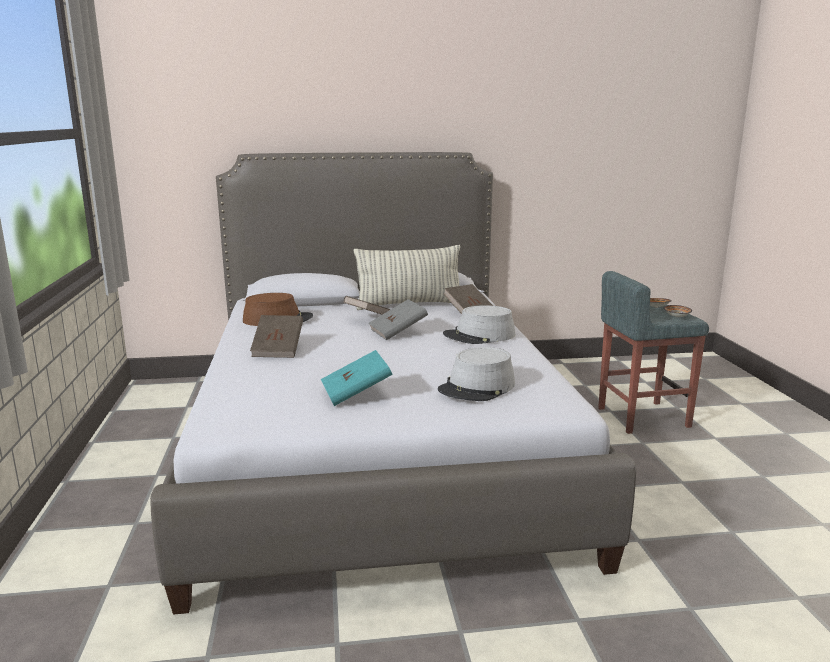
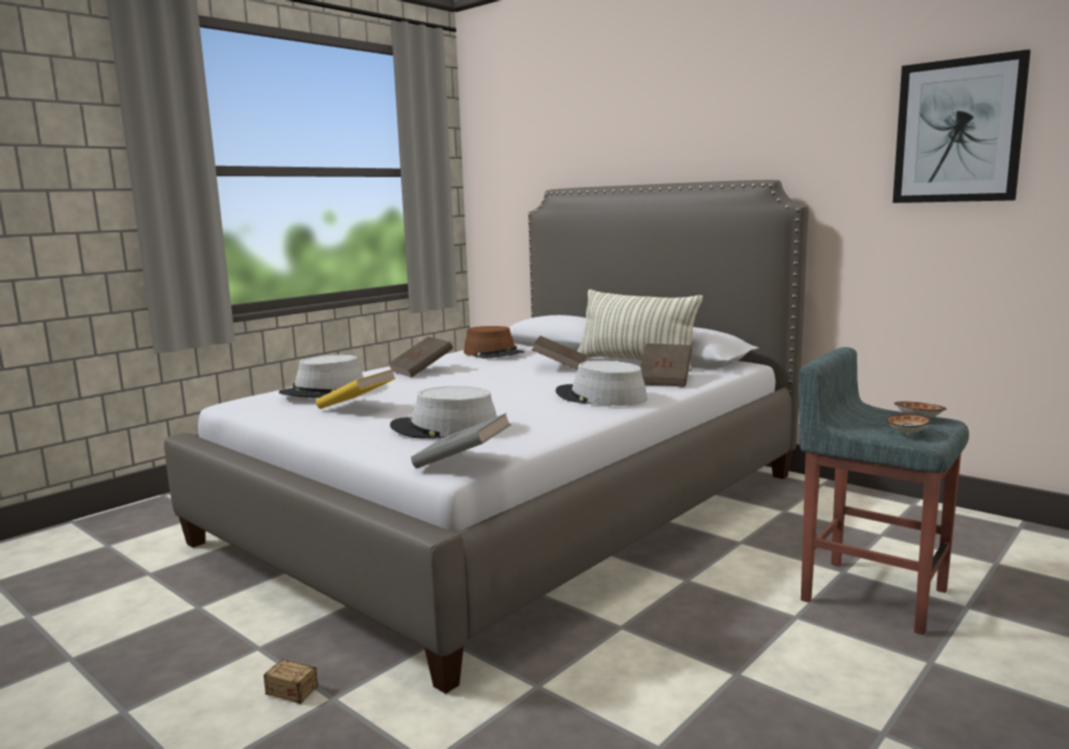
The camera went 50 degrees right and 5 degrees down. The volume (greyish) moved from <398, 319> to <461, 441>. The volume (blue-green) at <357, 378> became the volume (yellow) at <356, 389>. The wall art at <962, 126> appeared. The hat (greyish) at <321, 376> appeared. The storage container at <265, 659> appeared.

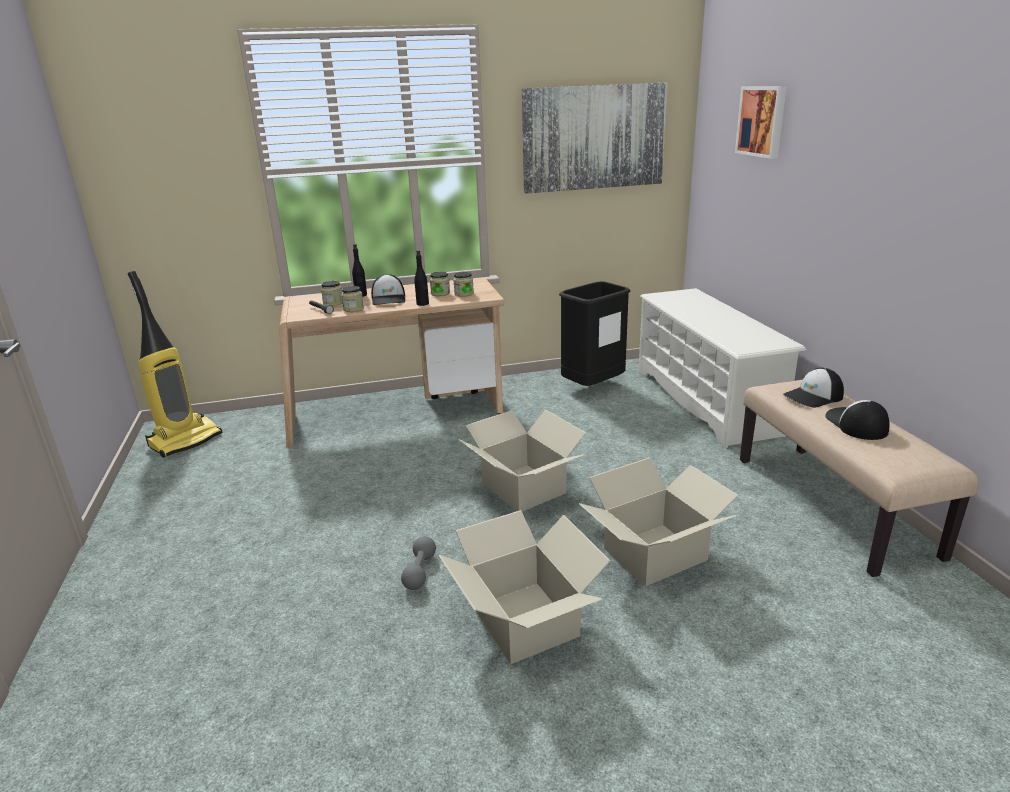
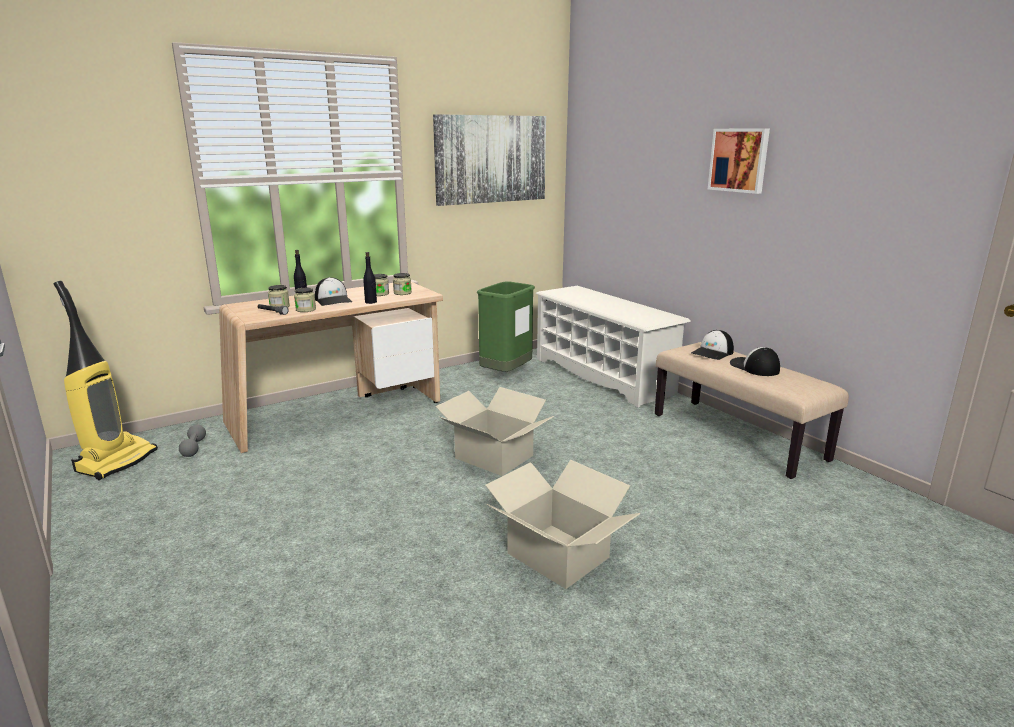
The camera went 20 degrees left and 5 degrees down. The wall art moved from <760, 123> to <739, 161>. The trash can (blackish) at <594, 333> became the trash can (greenish) at <506, 326>. The carton at <658, 522> disappeared. The dumbbell (greyish) moved from <418, 563> to <192, 441>.

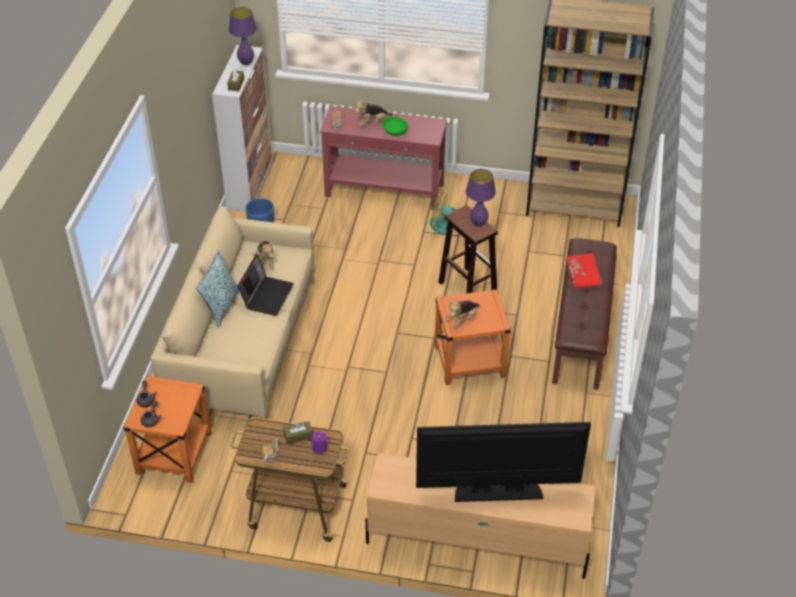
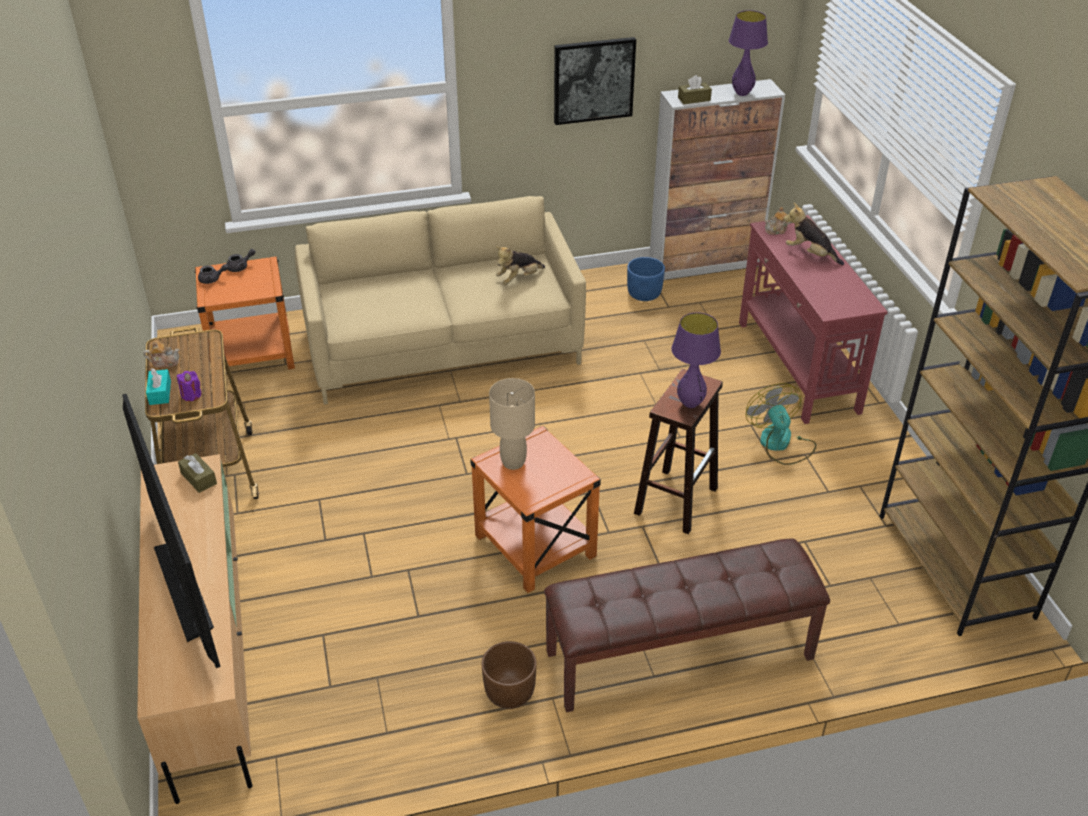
The camera went 65 degrees right and 5 degrees down. The deep dish (greenish) at <395, 126> disappeared. The throw pillow at <218, 289> disappeared. The volume (red-coloured) at <584, 271> disappeared. The portable computer at <266, 285> disappeared. The cuddly toy at <462, 314> was replaced by the tabletop lamp (sand-coloured) at <512, 424>. The box of tissues (brownish) moved from <298, 432> to <197, 473>. The wall art at <595, 81> appeared. The box of tissues (blue-green) at <158, 386> appeared. The plant pot (brownish) at <509, 675> appeared.

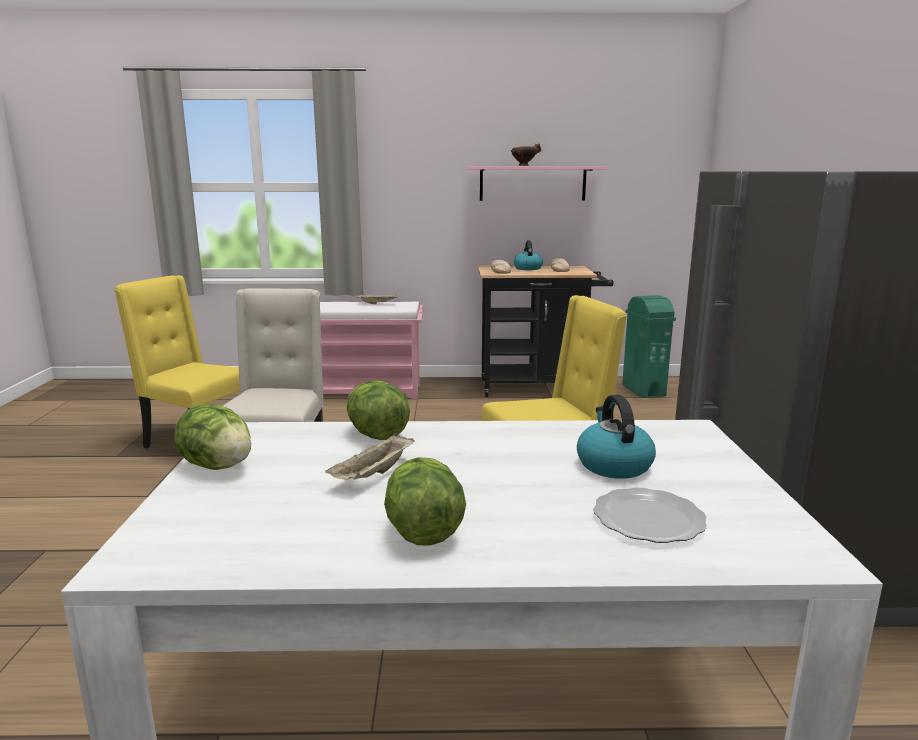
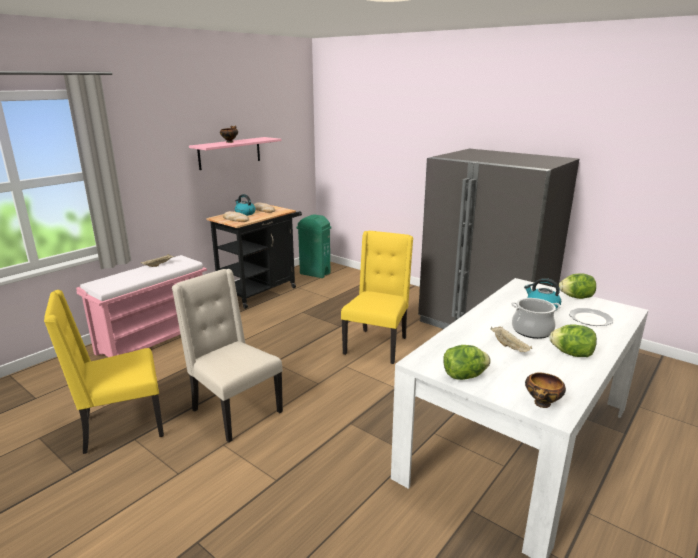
The camera went 50 degrees left and 5 degrees up. The lettuce moved from <378, 410> to <577, 286>. The cooking pot at <536, 318> appeared. The deep dish at <545, 390> appeared.

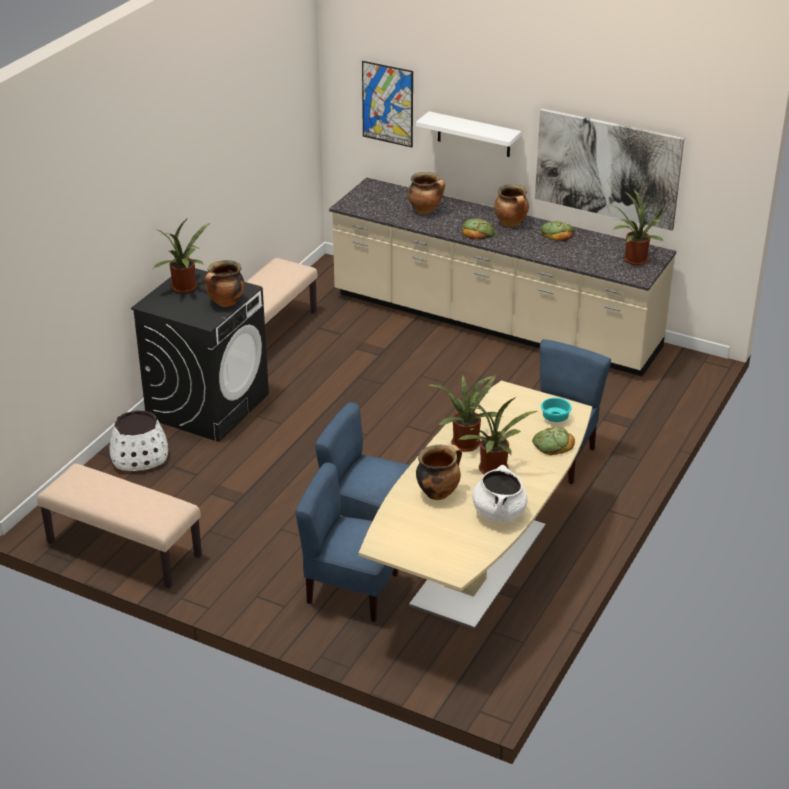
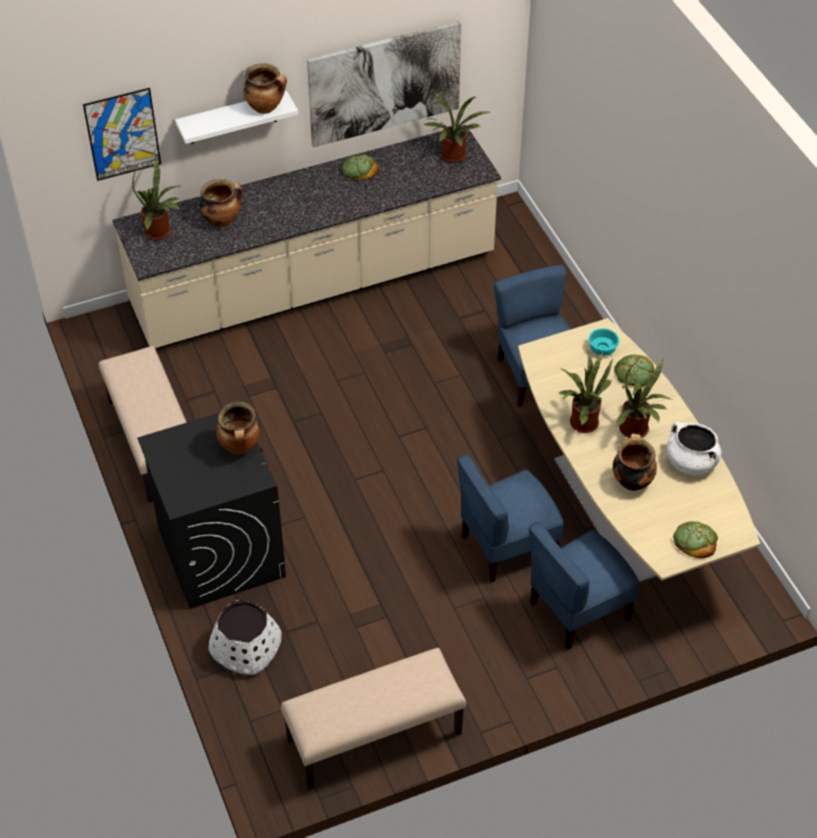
The camera went 50 degrees left and 15 degrees up. The cooking pot moved from <511, 205> to <265, 88>. The bread moved from <479, 229> to <695, 539>. The houseplant moved from <181, 256> to <156, 199>.

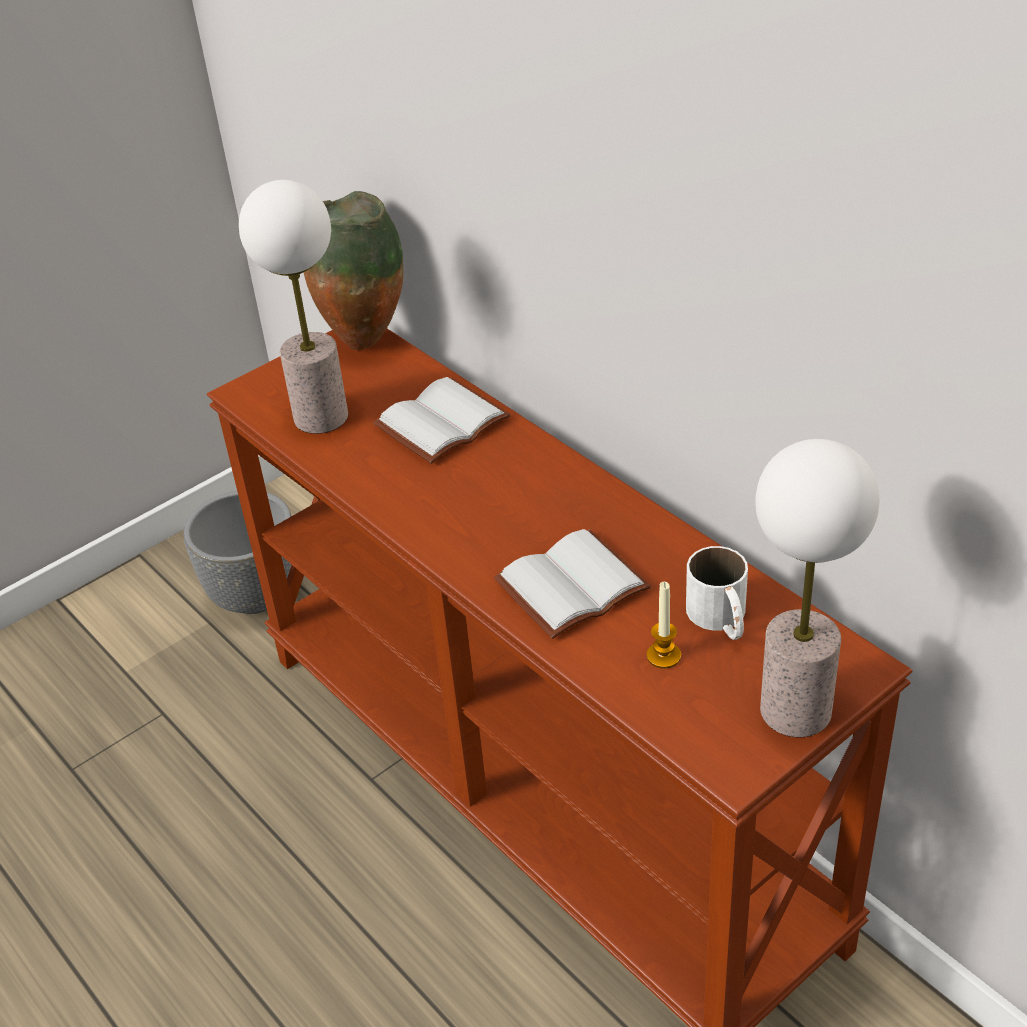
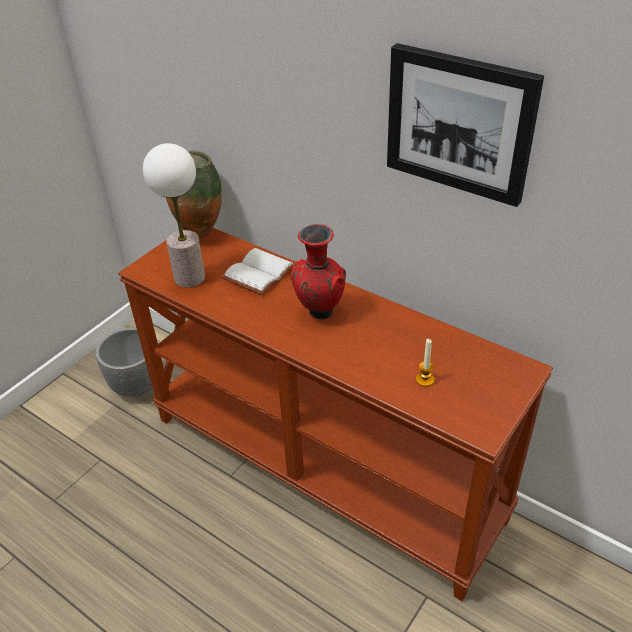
The camera went 15 degrees left and 0 degrees up. The tabletop lamp at <817, 588> disappeared. The volume (white) at <572, 584> disappeared. The mug (white) at <717, 593> disappeared. The wall art at <465, 125> appeared. The vase (red-coloured) at <318, 271> appeared.

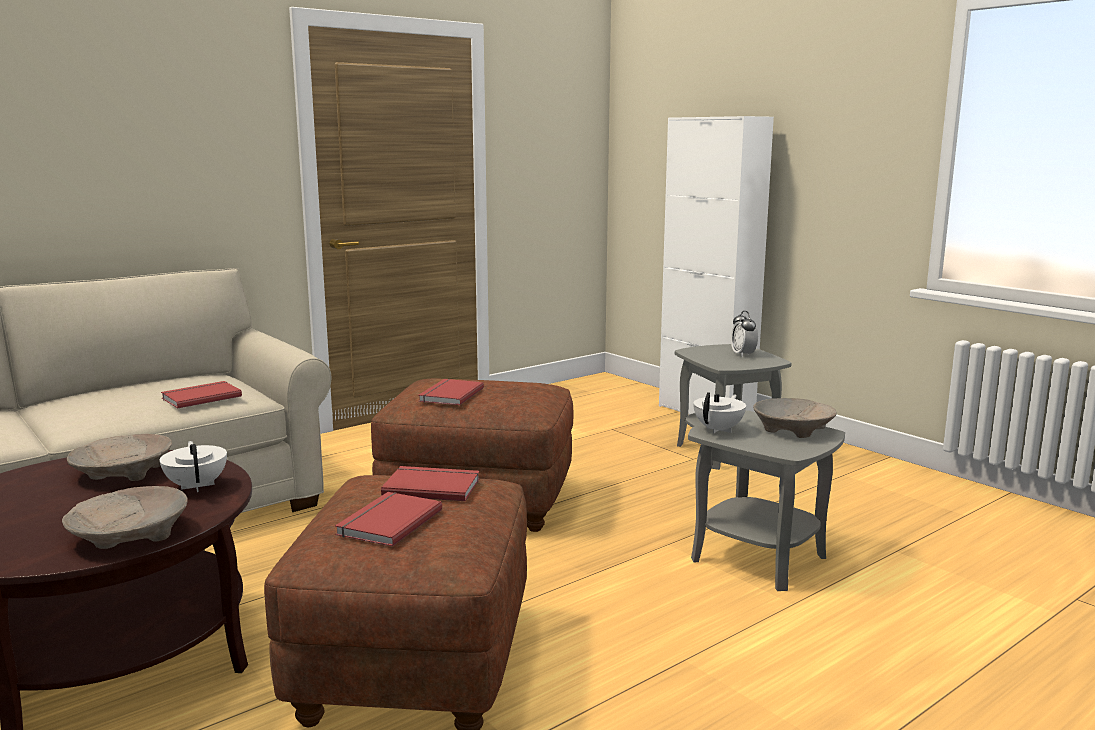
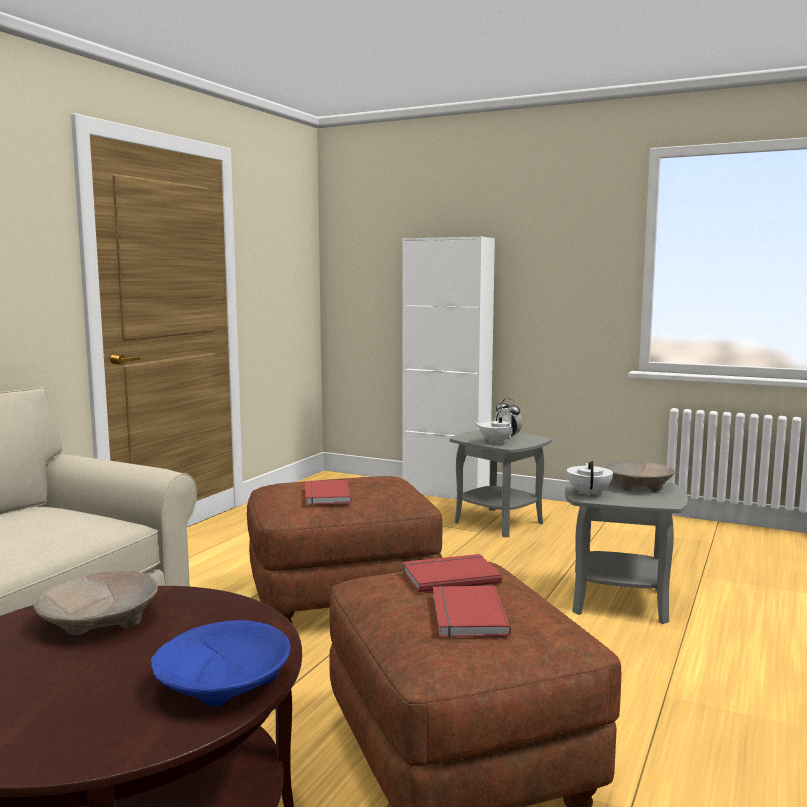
The camera went 25 degrees left and 5 degrees down. The volume (red-coloured) at <201, 395> disappeared. The pot for tea (white) moved from <193, 466> to <495, 429>. The deep dish (sand-coloured) at <125, 517> became the deep dish (blue) at <221, 663>.

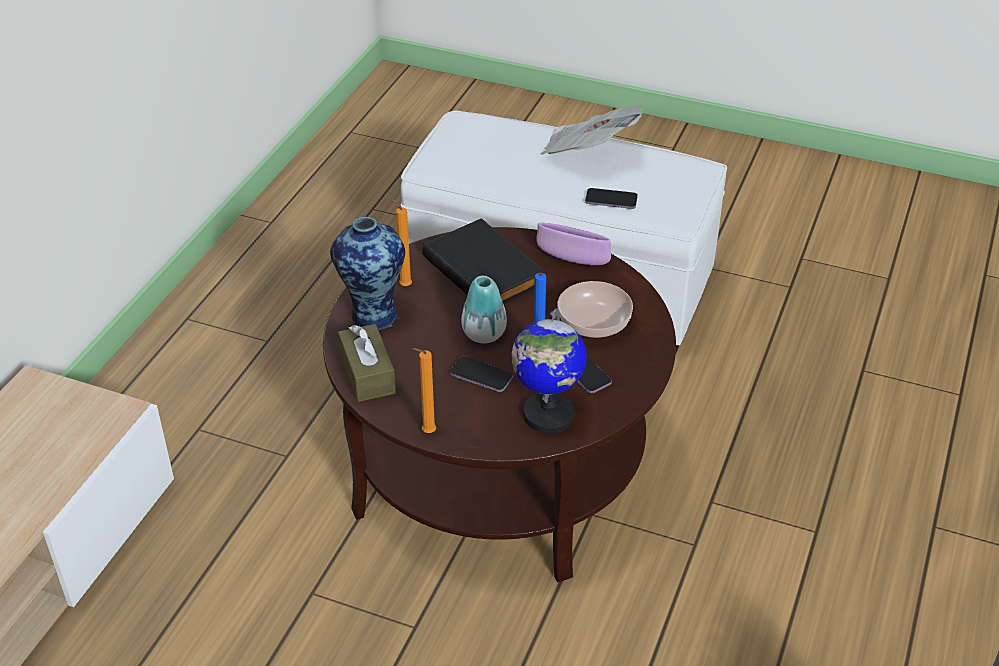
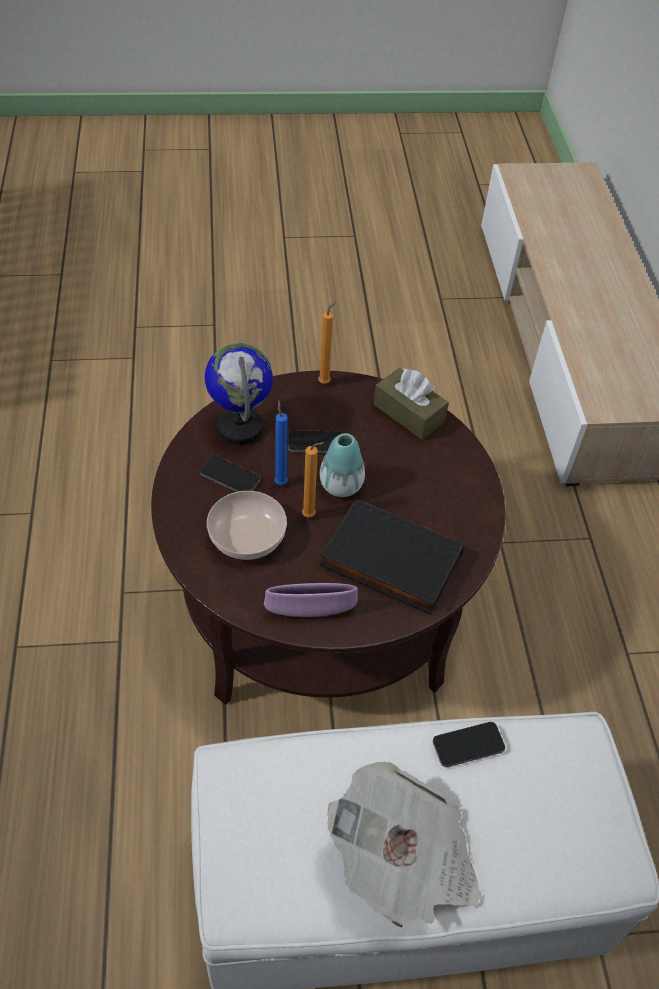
The camera went 150 degrees right and 10 degrees up. The phone moved from <611, 198> to <469, 744>. The wax candle (orangey) moved from <401, 242> to <313, 479>. The vase at <367, 273> disappeared.

